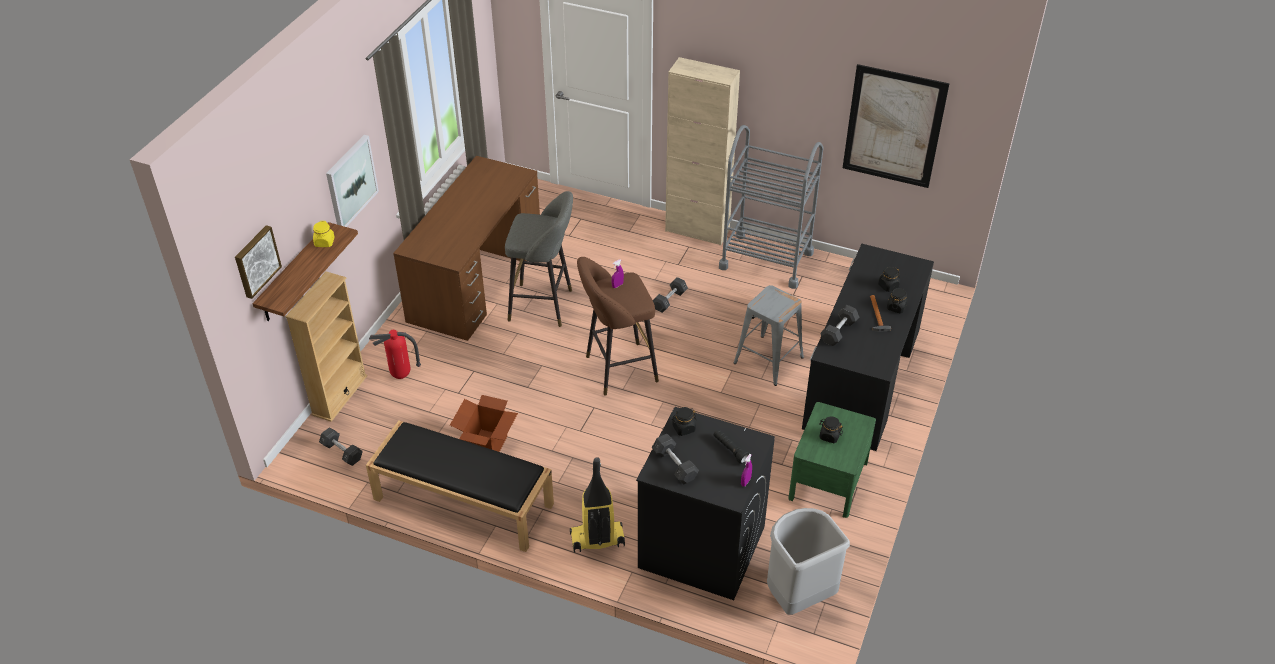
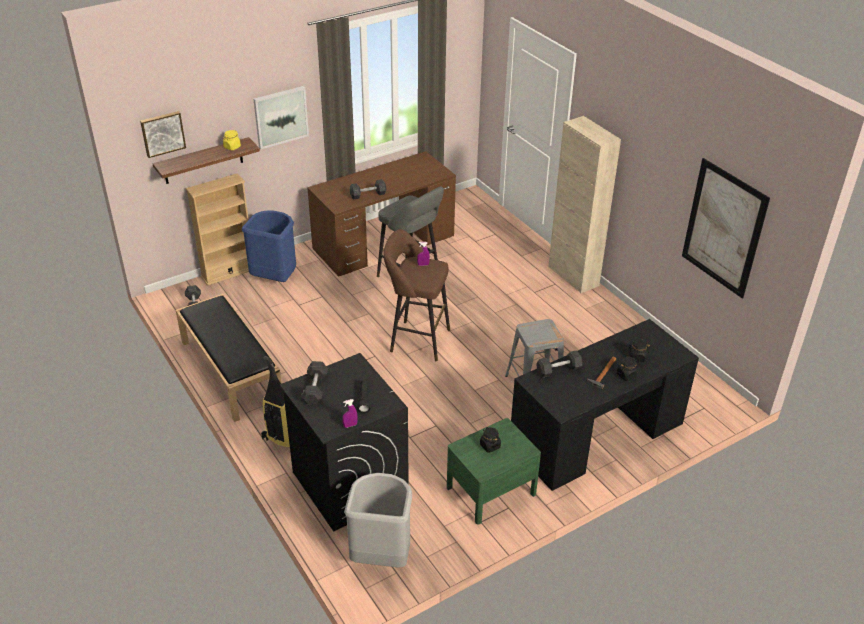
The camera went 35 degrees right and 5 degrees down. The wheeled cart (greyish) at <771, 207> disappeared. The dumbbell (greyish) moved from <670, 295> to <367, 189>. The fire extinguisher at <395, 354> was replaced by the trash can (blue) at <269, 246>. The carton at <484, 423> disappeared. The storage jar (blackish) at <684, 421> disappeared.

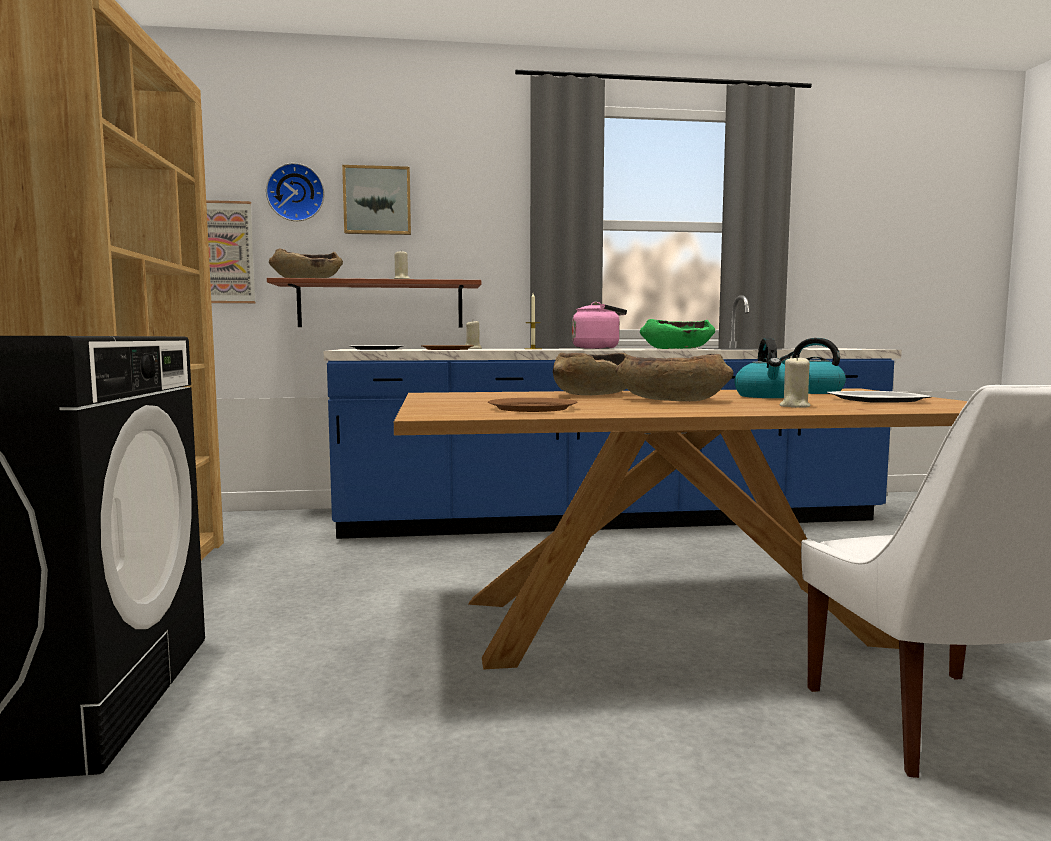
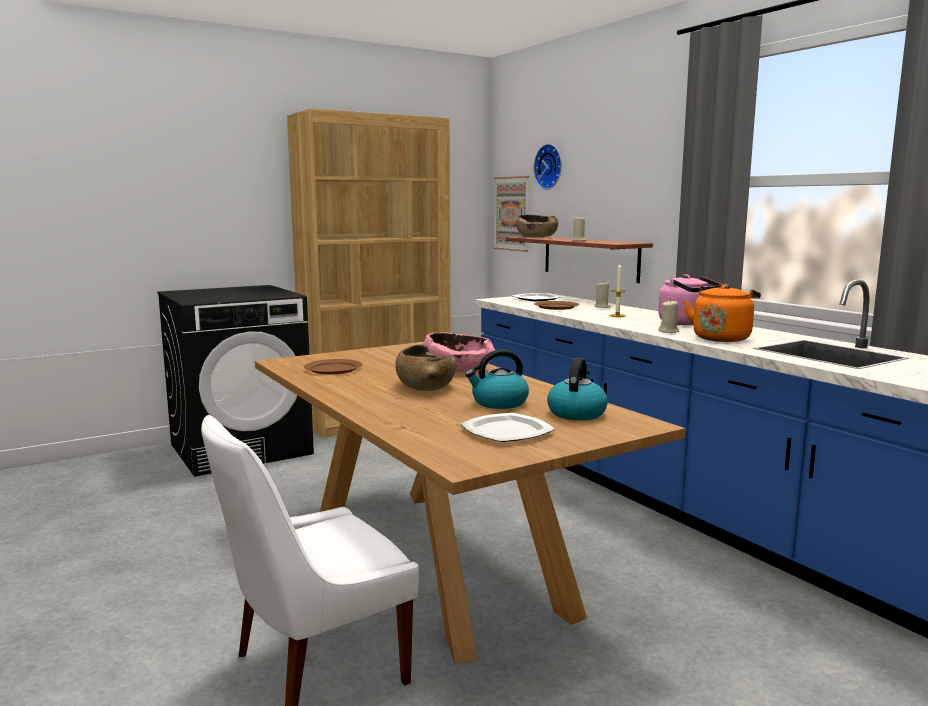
The camera went 65 degrees right and 5 degrees up. The wall art at <376, 200> disappeared. The deep dish (greenish) at <677, 334> was replaced by the kettle (orangey) at <722, 313>. The deep dish (brownish) at <590, 374> became the deep dish (pinkish) at <458, 351>. The wax candle (sand-coloured) moved from <794, 381> to <668, 316>.

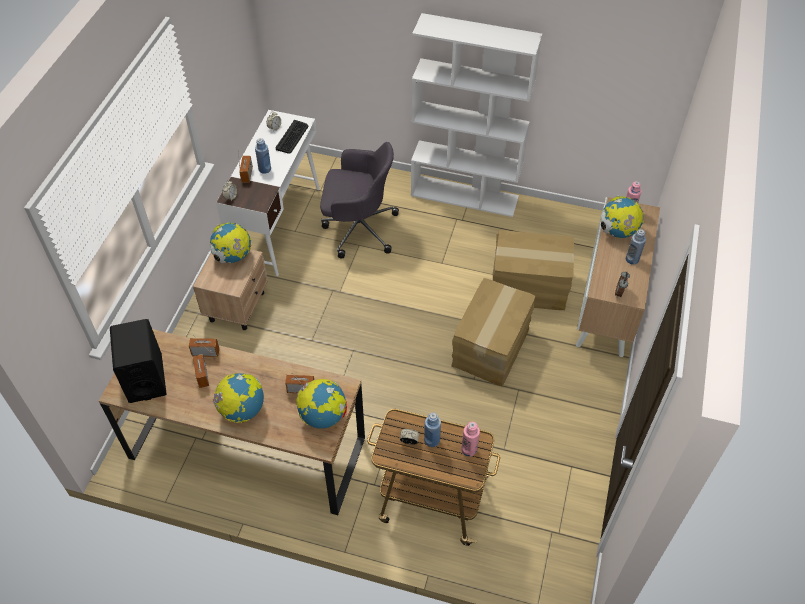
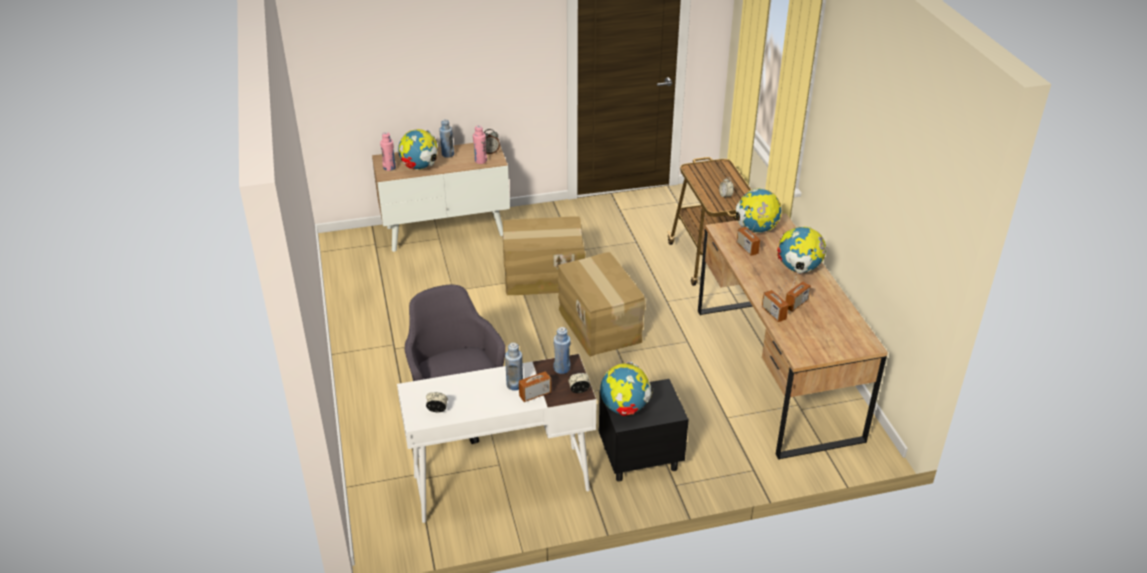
The camera went 120 degrees left and 15 degrees down. The shelving unit (white) at <476, 115> disappeared. The keyboard at <292, 137> disappeared. The carton moved from <533, 270> to <601, 304>. The nightstand (sand-coloured) at <230, 289> became the nightstand (blackish) at <644, 430>. The audio speaker (blackish) at <138, 361> disappeared. The drink bottle (blue) moved from <432, 429> to <562, 350>. The drink bottle (pinkish) moved from <470, 439> to <480, 144>.

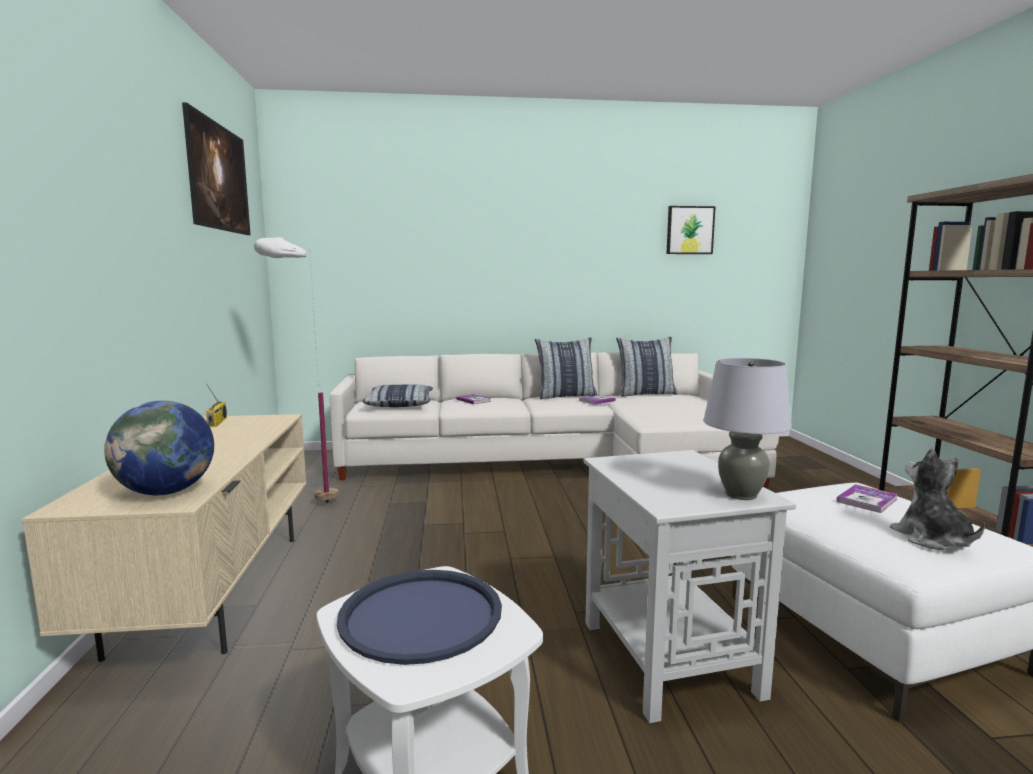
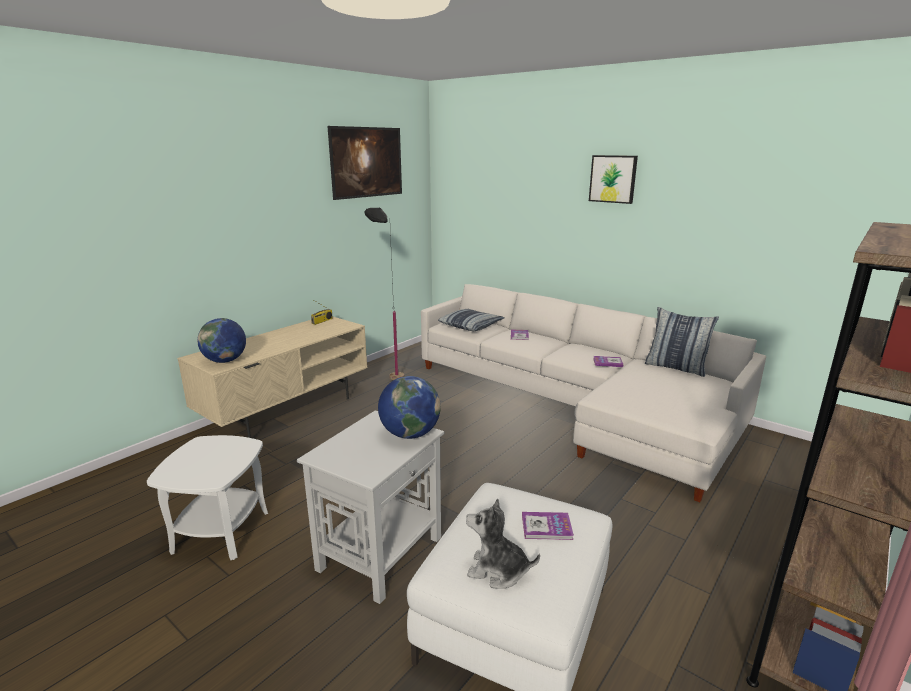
The camera went 45 degrees right and 10 degrees up. The wall art moved from <691, 230> to <613, 179>. The standard lamp (white) at <296, 370> became the standard lamp (blackish) at <384, 294>. The throw pillow at <566, 368> disappeared. The tabletop lamp (greyish) at <747, 429> disappeared. The cuddly toy at <937, 499> turned 105 degrees counterclockwise. The tray (blue) at <419, 617> disappeared. The world globe at <409, 407> appeared.

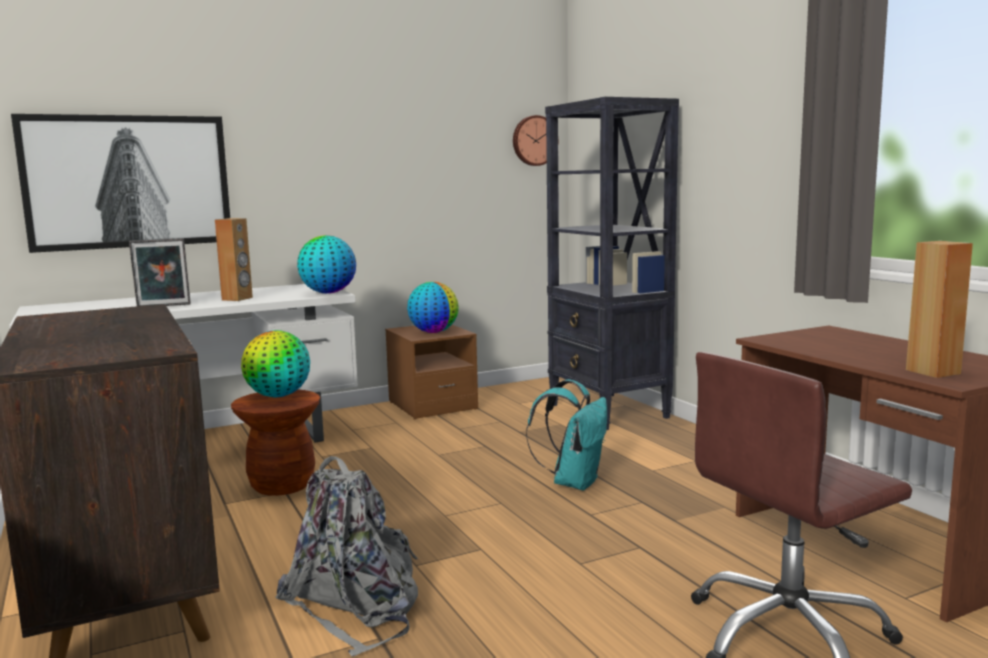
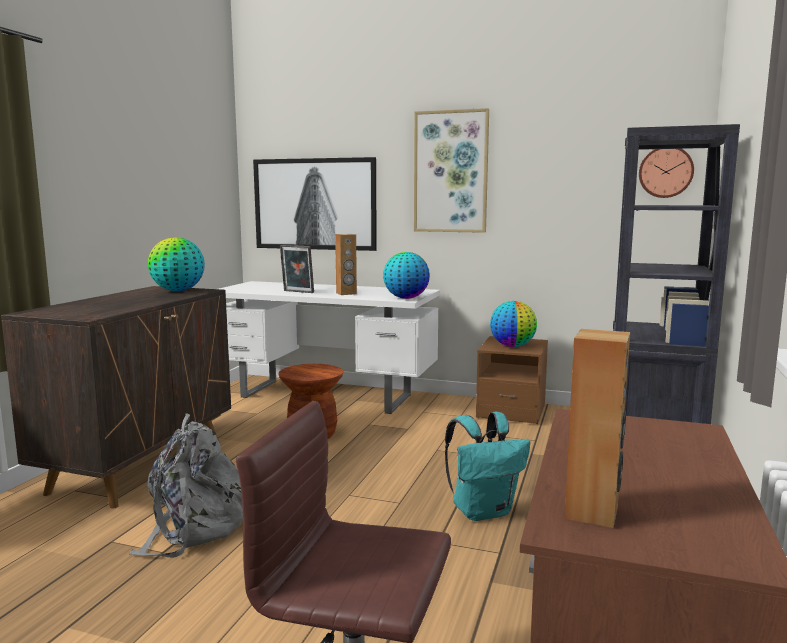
The camera went 45 degrees right and 0 degrees up. The world globe moved from <275, 363> to <176, 264>. The wall art at <451, 170> appeared.

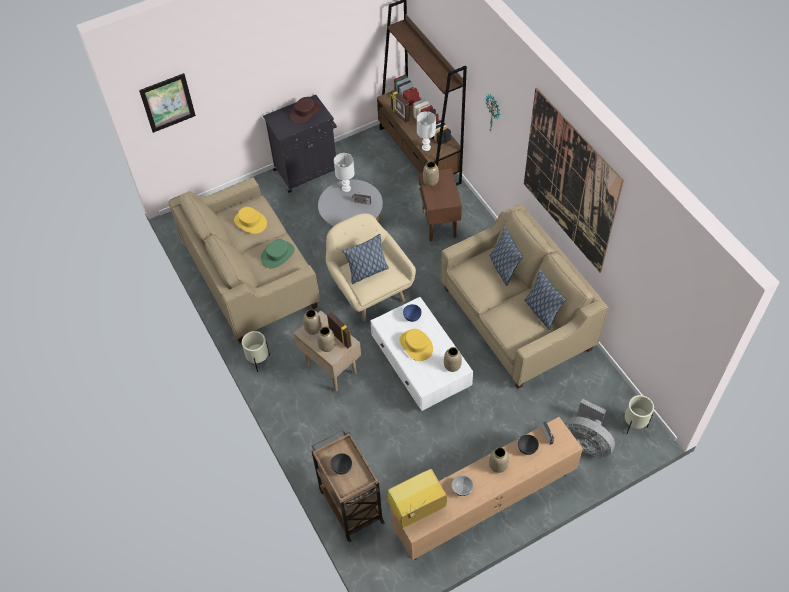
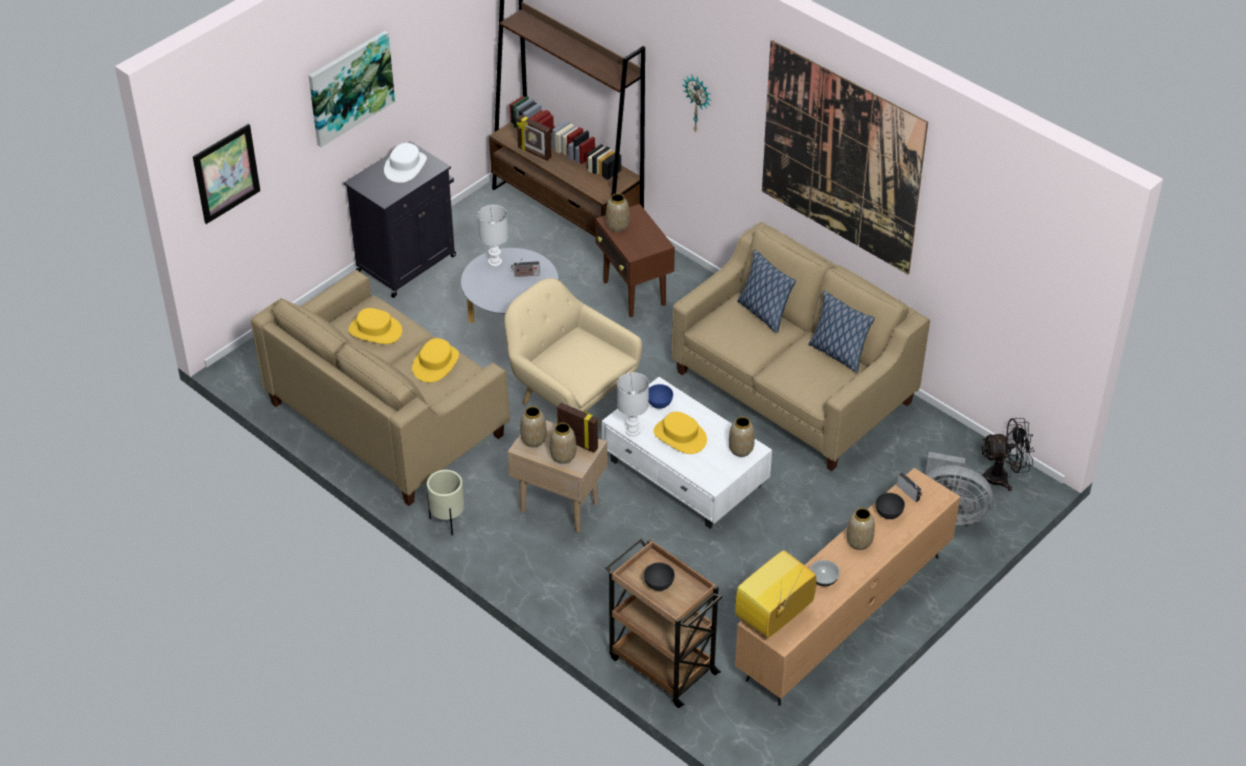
The camera went 20 degrees left and 10 degrees down. The hat (brownish) at <305, 110> became the hat (white) at <405, 163>. The tabletop lamp (white) moved from <426, 131> to <633, 404>. The throw pillow at <365, 259> disappeared. The hat (greenish) at <278, 253> became the hat (yellow) at <435, 360>. The plant pot (sand-coloured) at <639, 414> was replaced by the electric fan (blackish) at <1008, 454>. The wall art at <351, 89> appeared.

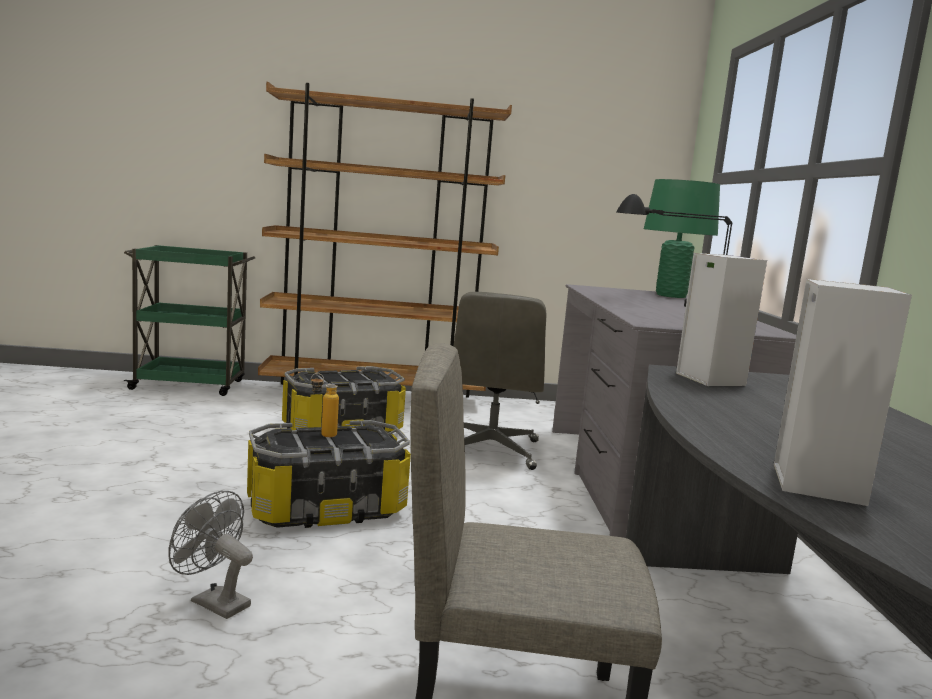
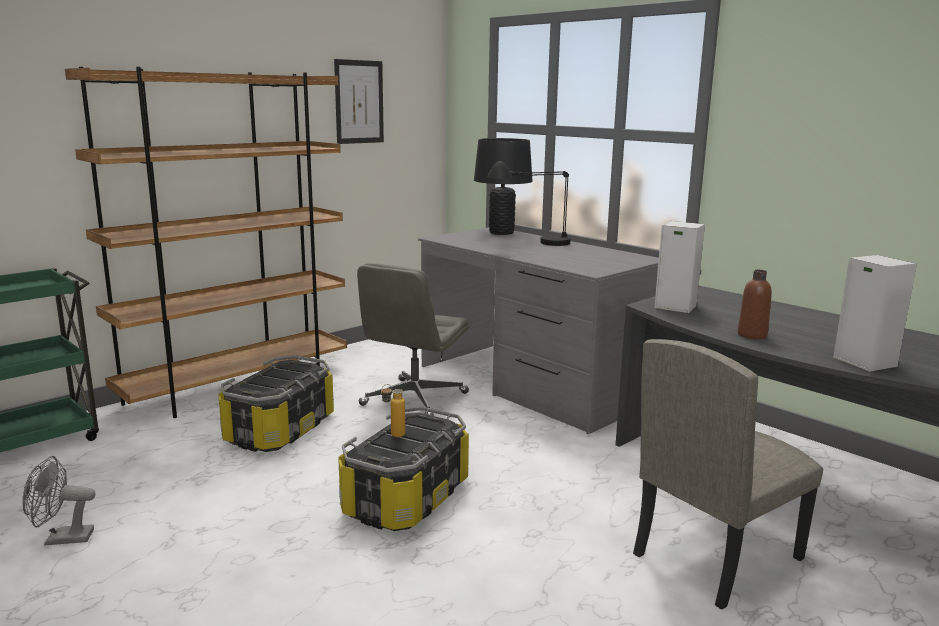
The camera went 40 degrees left and 5 degrees up. The tabletop lamp (greenish) at <682, 238> became the tabletop lamp (blackish) at <503, 186>. The desk chair (greyish) at <500, 381> turned 60 degrees clockwise. The electric fan (greyish) moved from <210, 555> to <59, 501>. The wall art at <359, 101> appeared. The drink bottle (brownish) at <754, 304> appeared.

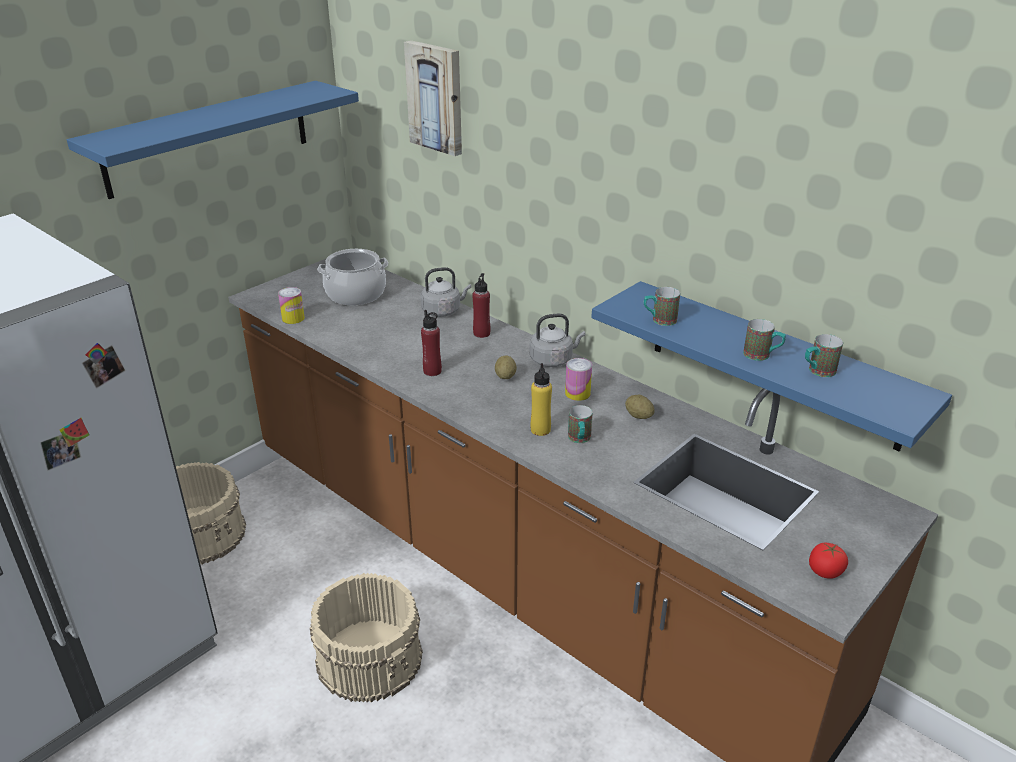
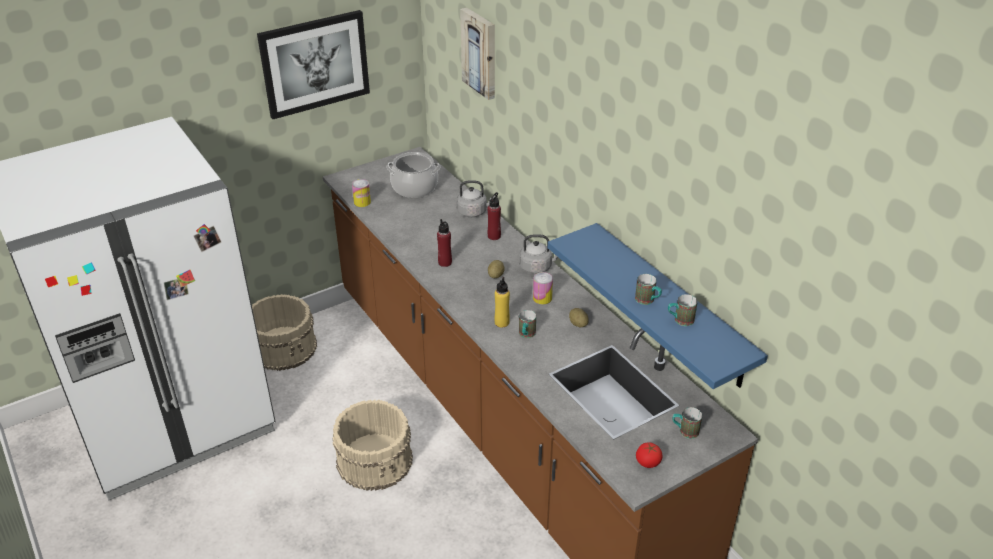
The camera went 15 degrees right and 5 degrees up. The bracket shelf (blue) at <213, 140> was replaced by the wall art at <313, 64>. The mug moved from <662, 306> to <687, 423>.

